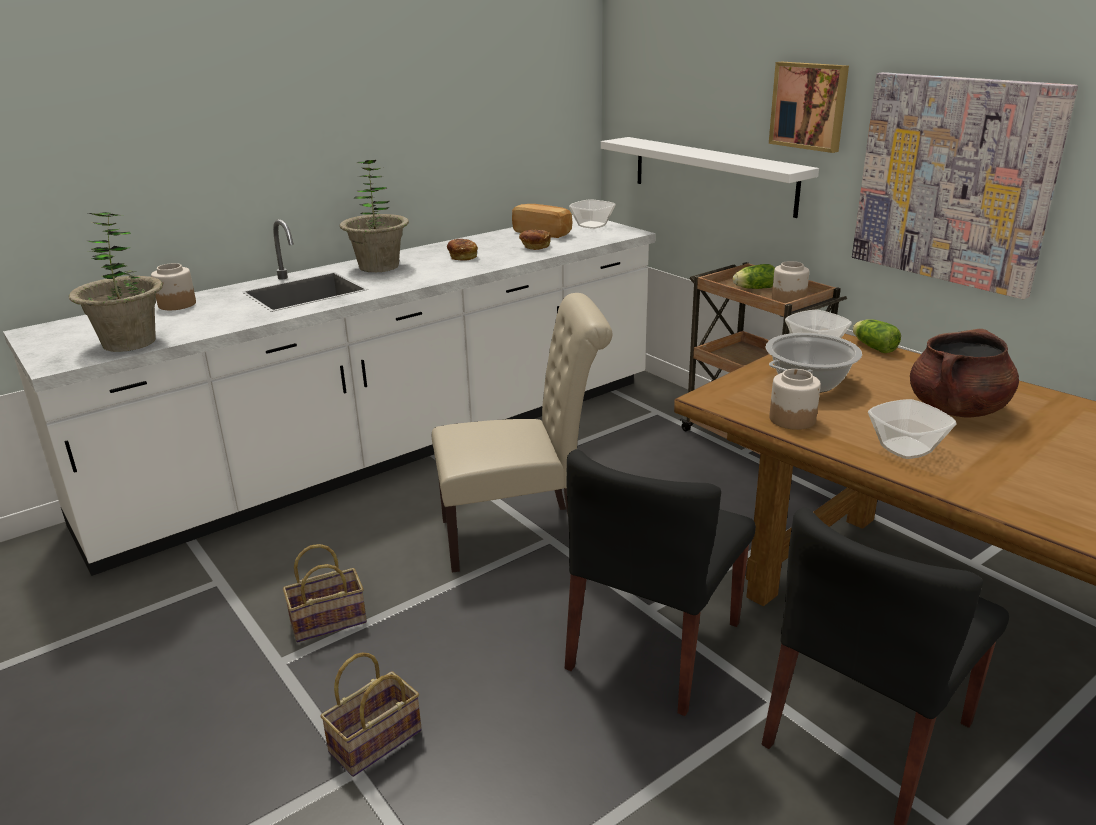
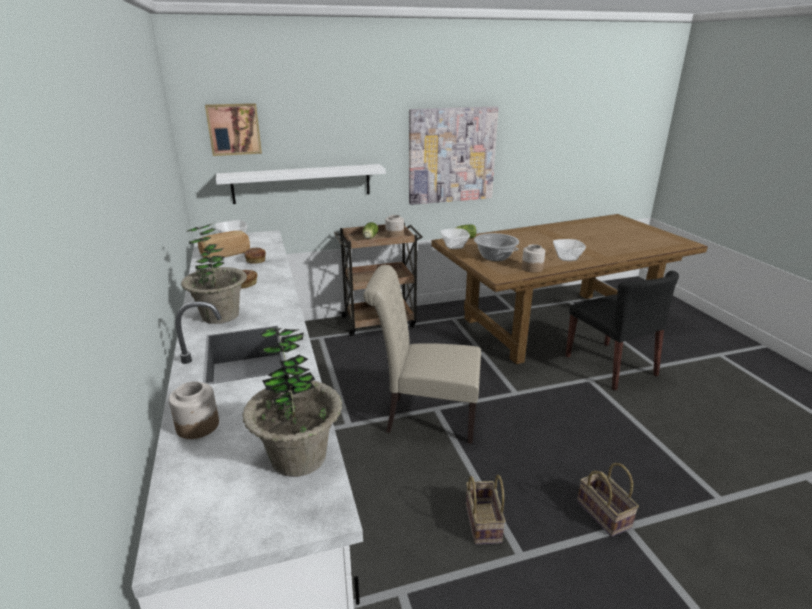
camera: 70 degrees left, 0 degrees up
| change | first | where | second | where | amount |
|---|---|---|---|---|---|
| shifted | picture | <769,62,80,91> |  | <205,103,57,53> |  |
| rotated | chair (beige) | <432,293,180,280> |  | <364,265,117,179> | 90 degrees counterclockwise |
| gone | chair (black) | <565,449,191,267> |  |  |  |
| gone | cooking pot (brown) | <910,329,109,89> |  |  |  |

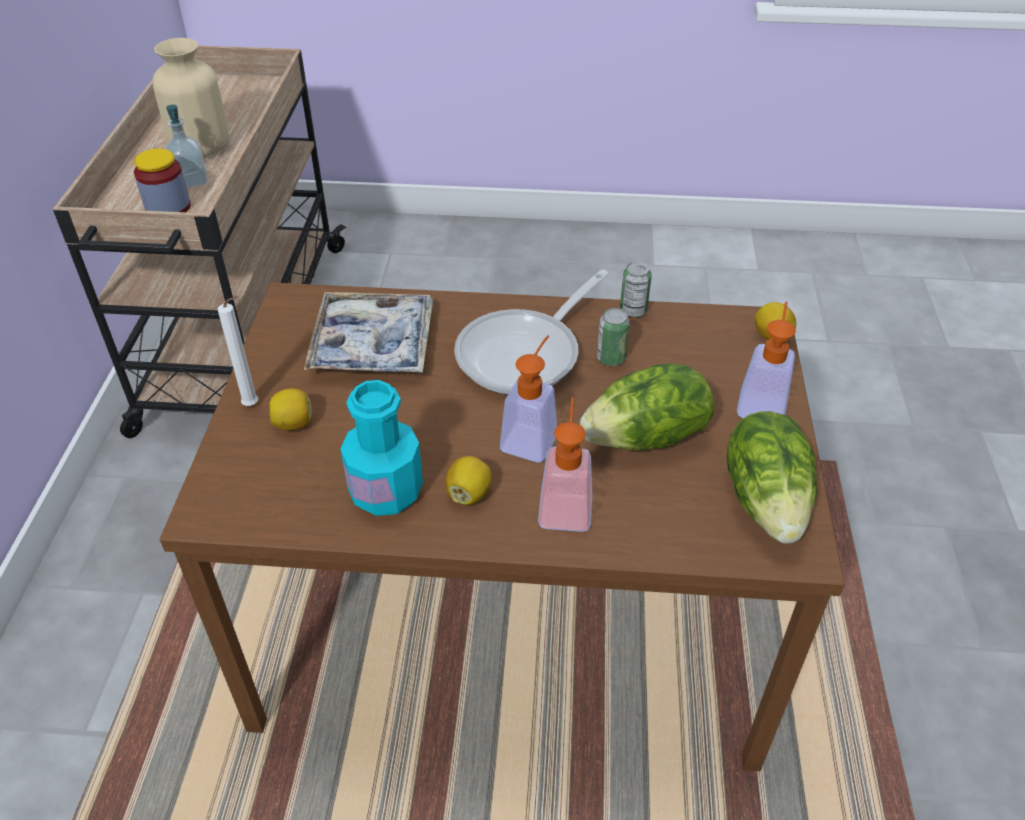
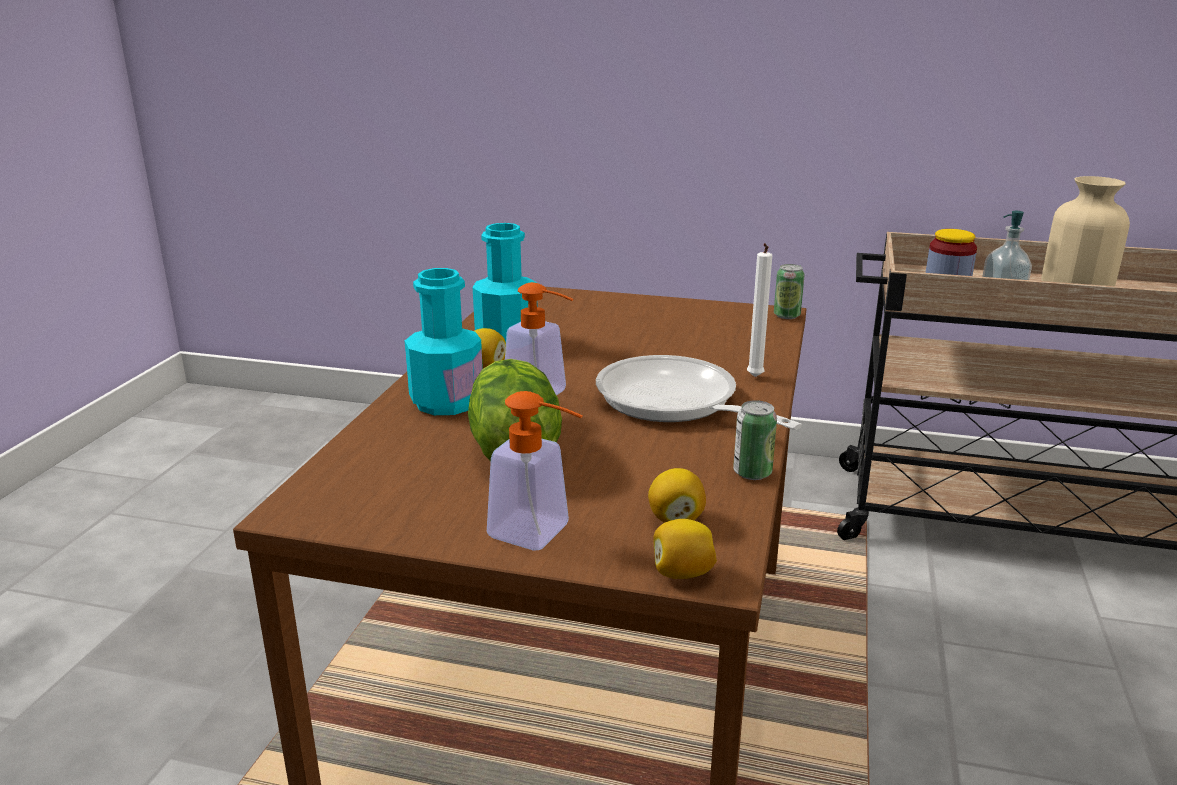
camera: 100 degrees right, 20 degrees down
| change | first | where | second | where | amount |
|---|---|---|---|---|---|
| swapped | soap dispenser | <538,397,54,135> | bottle (turquoise) | <405,268,78,147> |  |
| shifted | lemon | <269,388,43,42> |  | <648,468,58,55> |  |
| shifted | candle (white) | <218,296,40,110> |  | <747,243,25,134> |  |
| shifted | can | <597,308,33,58> |  | <774,264,31,55> |  |
| gone | tray | <304,292,129,81> |  |  |  |
| gone | lettuce | <726,411,91,133> |  |  |  |

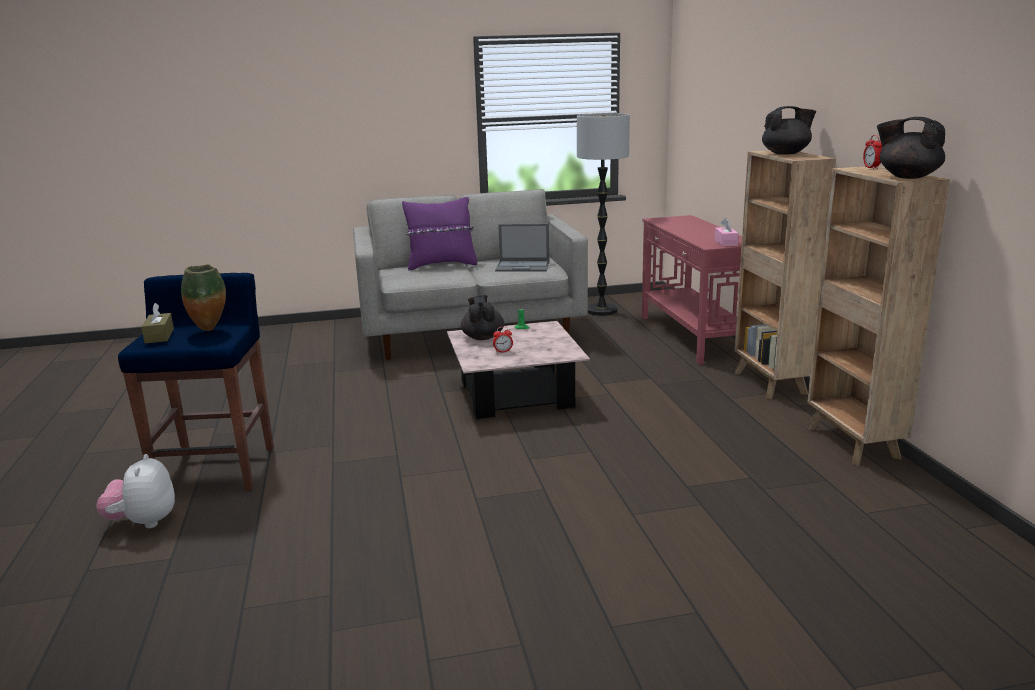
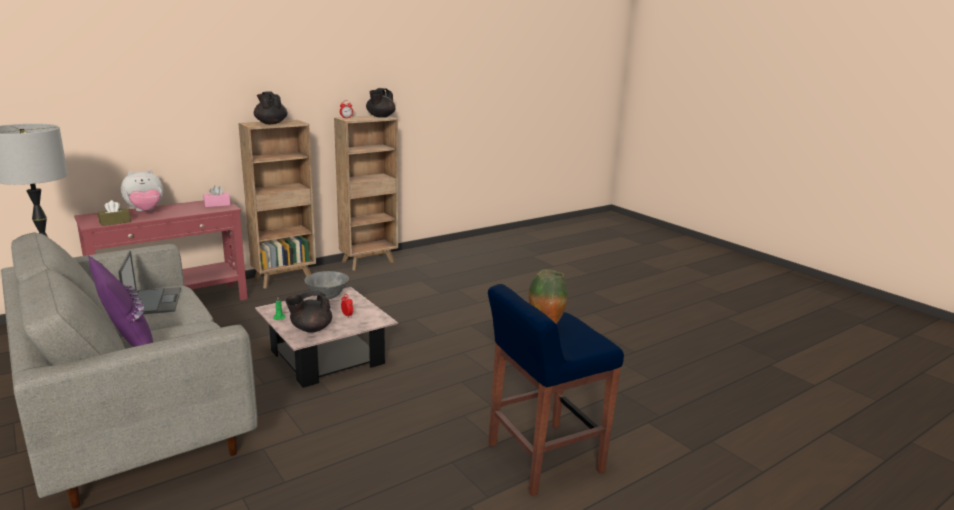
camera: 115 degrees left, 0 degrees up
| change | first | where | second | where | amount |
|---|---|---|---|---|---|
| shifted | tissue box (brown) | <141,303,33,41> |  | <98,200,33,26> |  |
| shifted | plush toy | <96,454,79,74> |  | <121,170,42,41> |  |
| new |  |  | bowl (grey) | <305,271,44,28> |  |

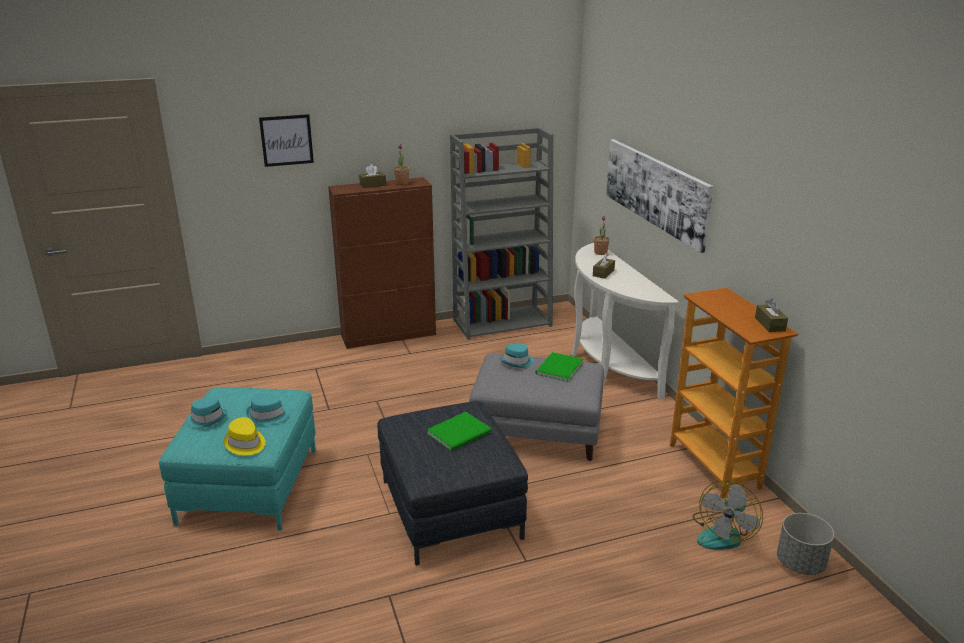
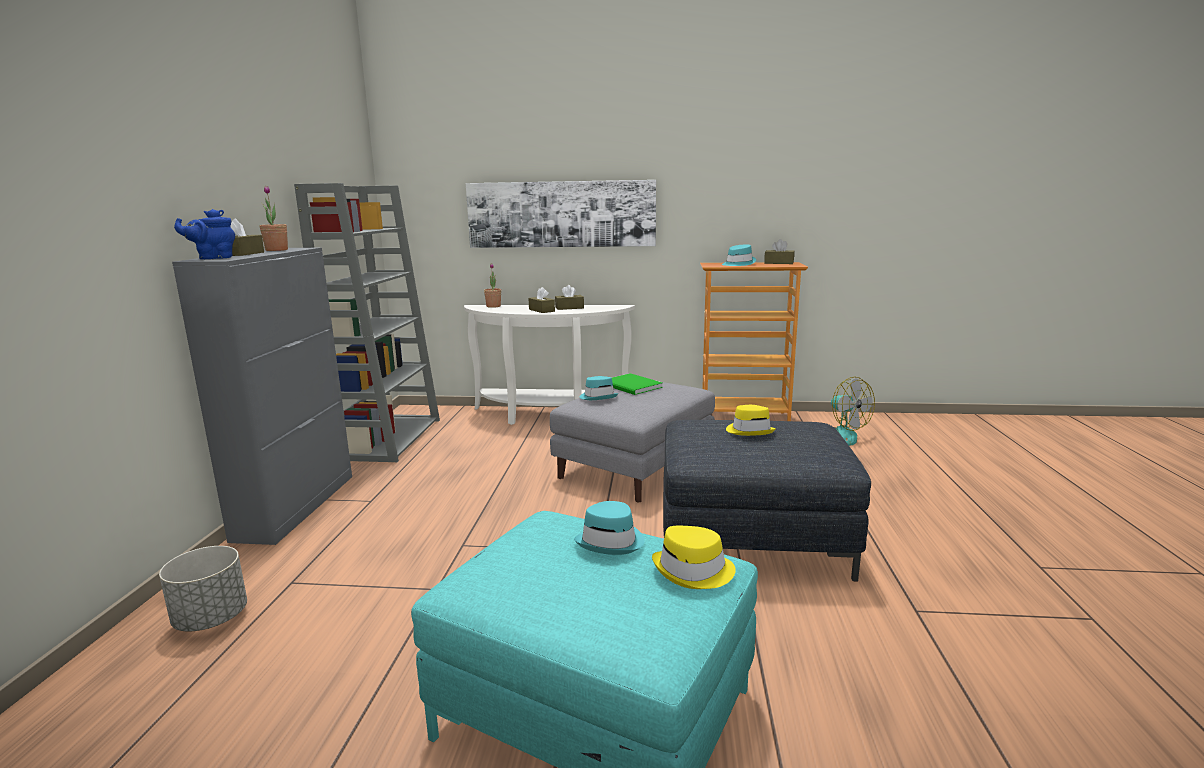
camera: 65 degrees left, 10 degrees down
| change | first | where | second | where | amount |
|---|---|---|---|---|---|
| shifted | planter (grey) | <777,513,57,62> |  | <159,546,88,85> |  |
| repainted | cabinet (brown) | <328,177,108,172> | cabinet (grey) | <172,248,180,297> |  |
| new |  |  | teapot (blue) | <174,209,61,50> |  |
| new |  |  | tissue box (brown) | <555,285,29,25> |  |
| shifted | hat (turquoise) | <186,398,41,30> |  | <722,245,34,21> |  |
| swapped | book (green) | <427,412,64,39> | hat (yellow) | <726,405,50,31> |  |
| gone | picture | <259,114,55,53> |  |  |  |

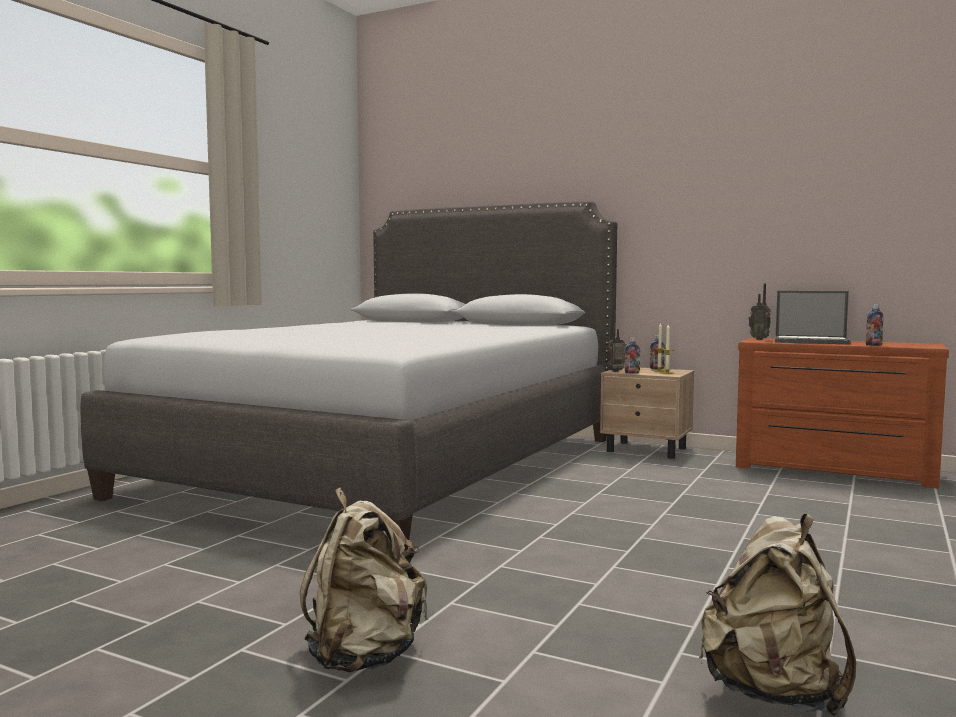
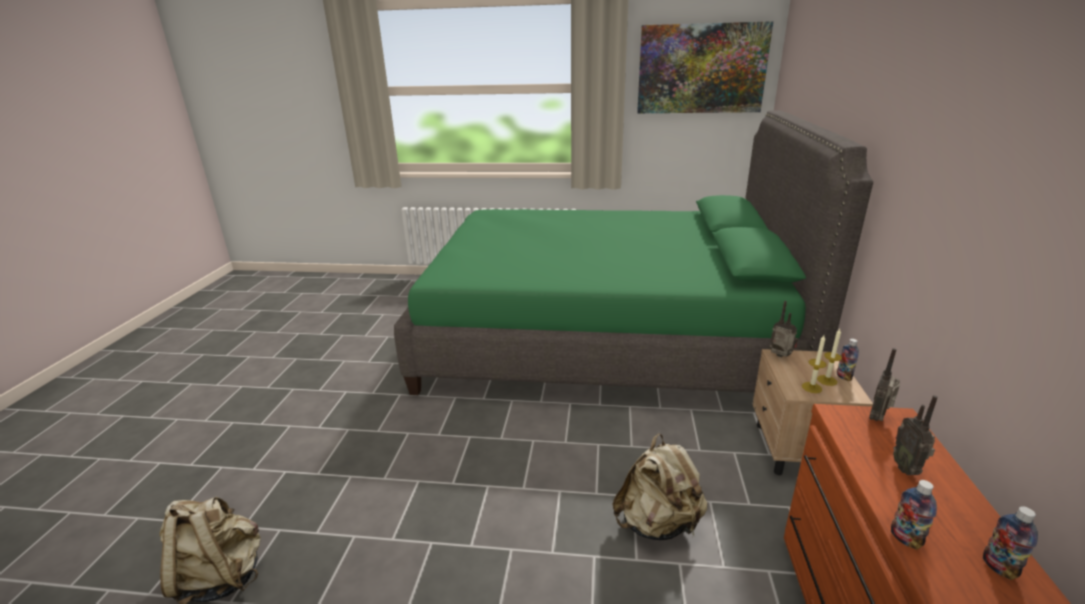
camera: 70 degrees right, 20 degrees up
| change | first | where | second | where | amount |
|---|---|---|---|---|---|
| repainted | bed (grey) | <81,201,537,349> | bed (green) | <394,110,479,285> |  |
| shifted | backpack (beige) | <300,488,128,184> |  | <613,433,94,107> |  |
| new |  |  | picture | <637,21,136,92> |  |
| swapped | laptop | <775,291,76,53> | radio | <893,395,45,80> |  |
| shifted | bottle | <624,338,16,36> |  | <983,506,55,74> |  |

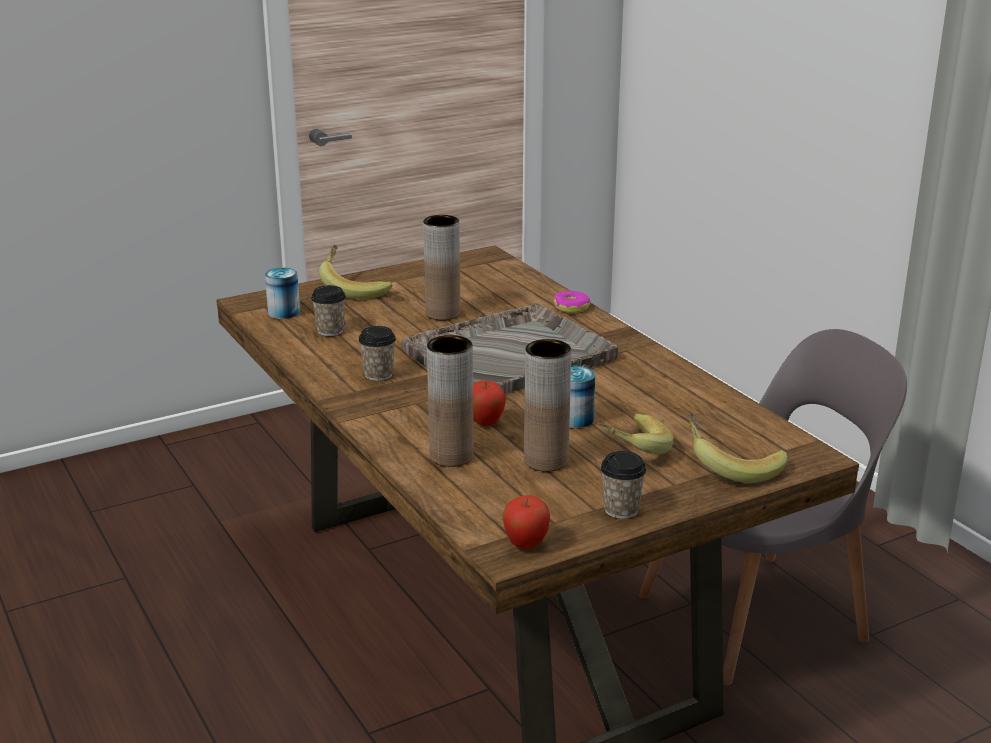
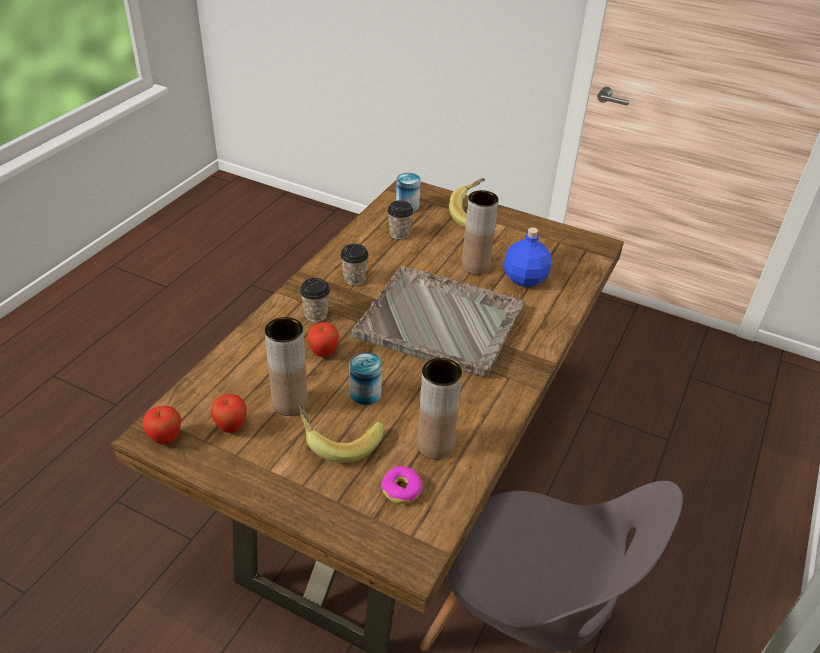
camera: 55 degrees right, 15 degrees up
| change | first | where | second | where | amount |
|---|---|---|---|---|---|
| new |  |  | apple | <211,394,36,39> |  |
| shifted | cup | <601,451,45,68> |  | <300,278,30,44> |  |
| shifted | donut | <554,291,37,22> |  | <382,466,40,38> |  |
| shifted | vase (brown) | <427,335,47,132> |  | <417,358,45,101> |  |
| new |  |  | bottle (blue) | <504,228,47,59> |  |
| gone | banana | <689,413,98,70> |  |  |  |

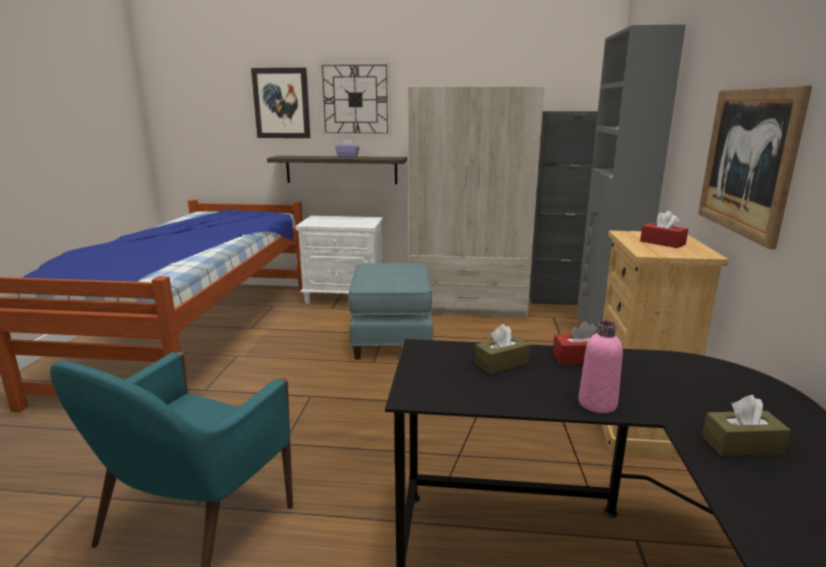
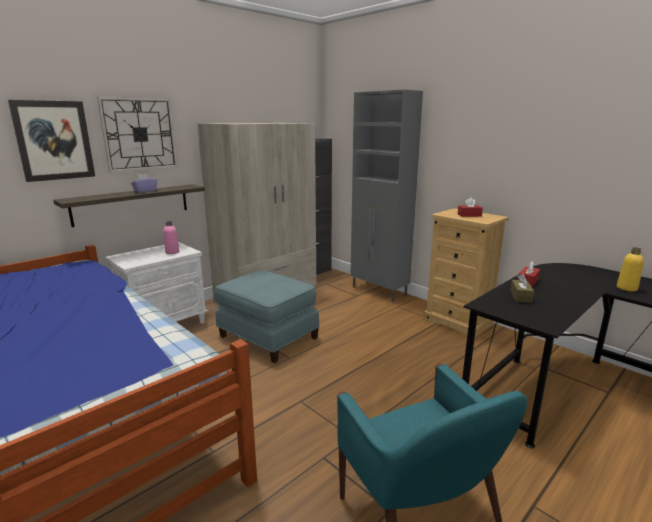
camera: 50 degrees left, 0 degrees up
| change | first | where | second | where | amount |
|---|---|---|---|---|---|
| shifted | bottle (pink) | <578,321,45,92> |  | <163,221,16,33> |  |
| swapped | tissue box (brown) | <702,395,89,61> | bottle (yellow) | <617,247,27,44> |  |
| gone | picture | <698,86,114,163> |  |  |  |

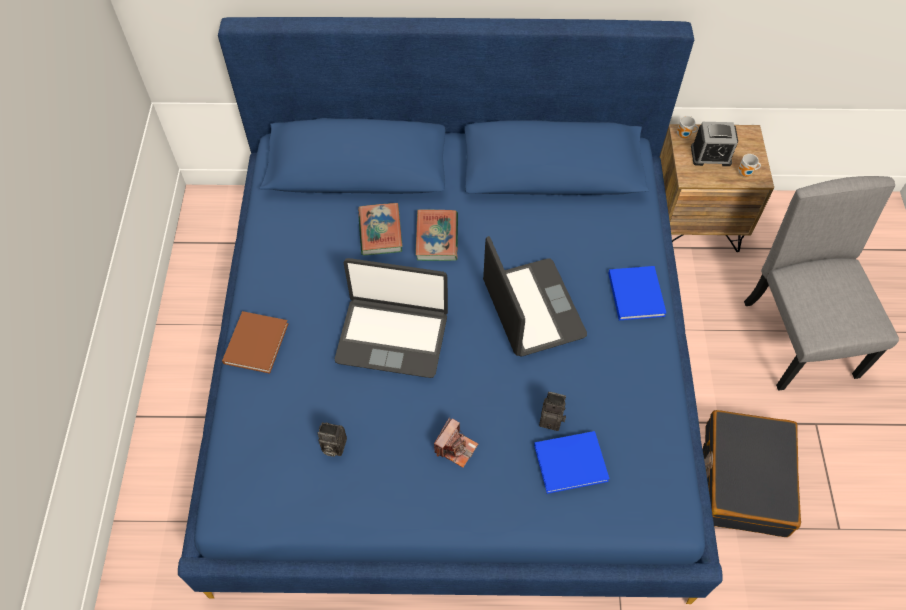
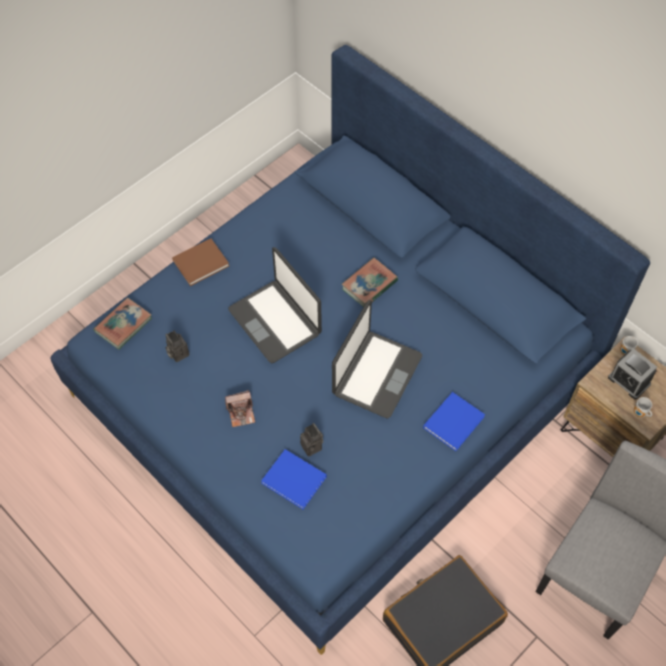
camera: 45 degrees right, 0 degrees up
| change | first | where | second | where | amount |
|---|---|---|---|---|---|
| shifted | book | <358,203,45,52> |  | <93,297,59,53> |  |

